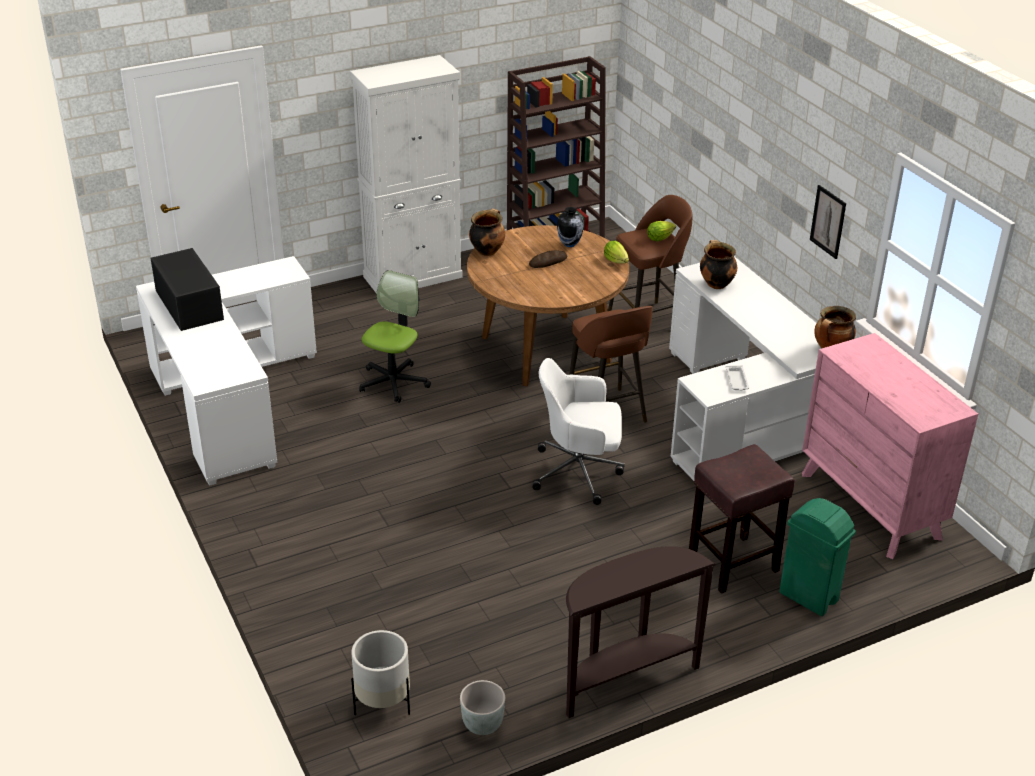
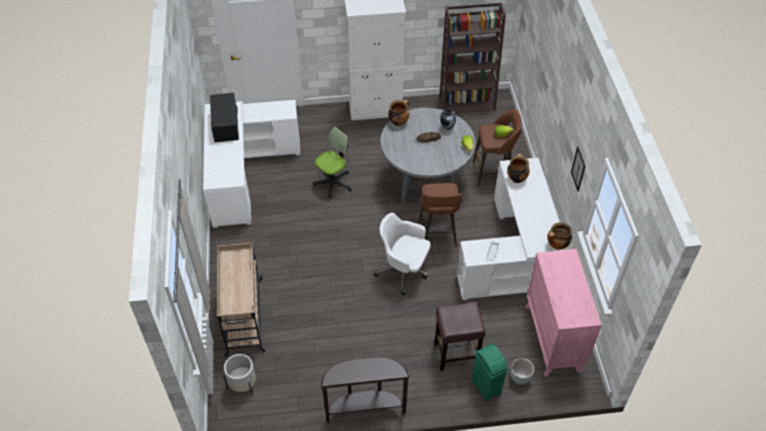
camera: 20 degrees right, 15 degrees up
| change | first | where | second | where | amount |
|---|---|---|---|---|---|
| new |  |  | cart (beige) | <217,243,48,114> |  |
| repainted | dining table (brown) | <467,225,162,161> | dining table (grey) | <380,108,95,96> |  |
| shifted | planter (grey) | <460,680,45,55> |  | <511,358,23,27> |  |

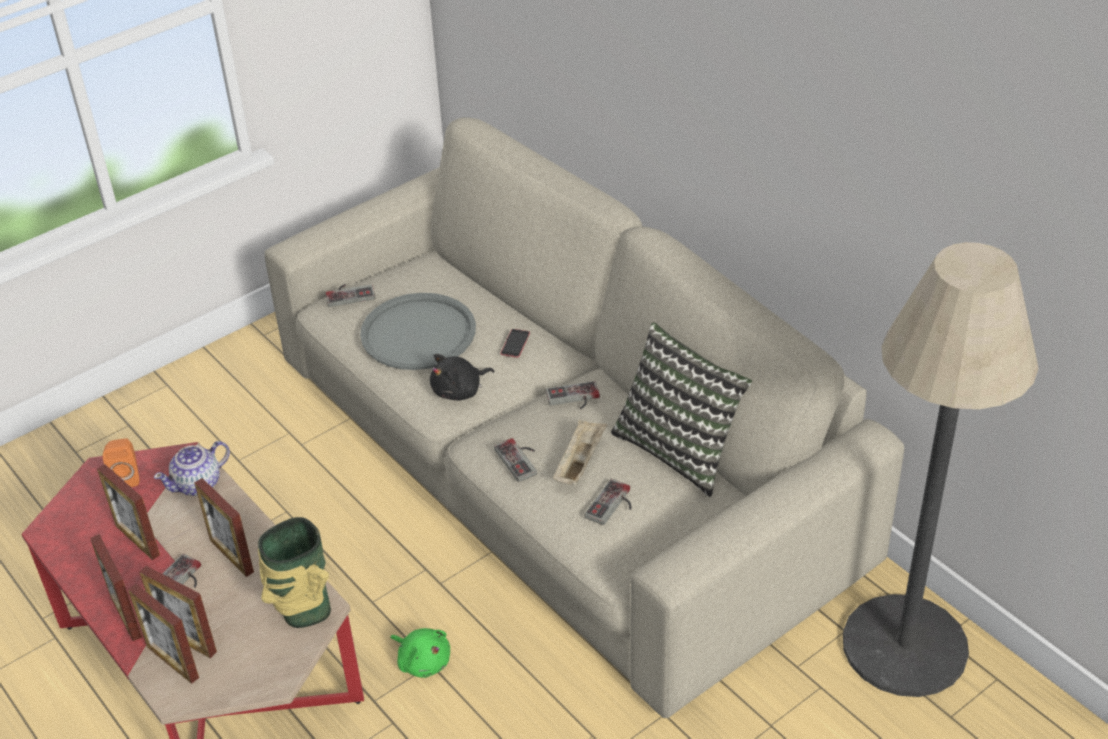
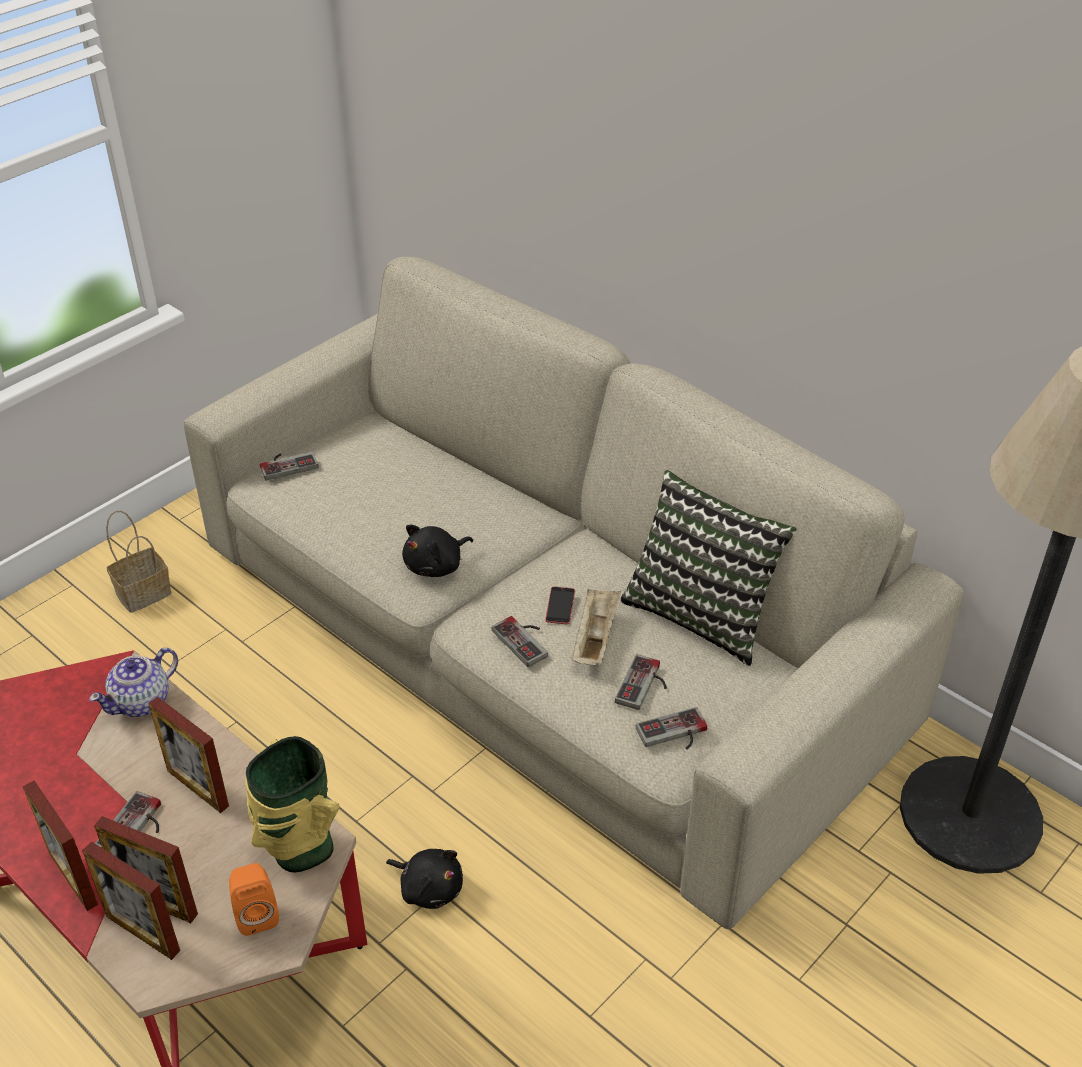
camera: 10 degrees left, 0 degrees up
| change | first | where | second | where | amount |
|---|---|---|---|---|---|
| new |  |  | basket | <106,511,66,102> |  |
| shifted | speaker (orange) | <103,438,36,49> |  | <229,863,50,73> |  |
| repainted | plush toy (green) | <390,628,60,50> | plush toy (black) | <386,849,77,60> |  |
| shifted | phone | <500,329,30,29> |  | <545,587,30,37> |  |
| shifted | game controller | <546,381,54,28> |  | <636,707,71,42> |  |
| gone | picture frame | <97,464,63,96> |  |  |  |
| gone | tray (grey) | <360,293,116,77> |  |  |  |

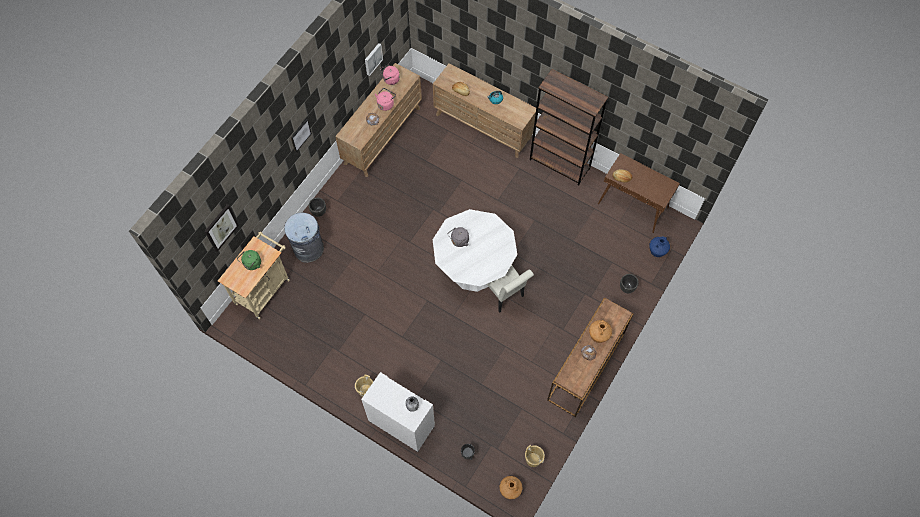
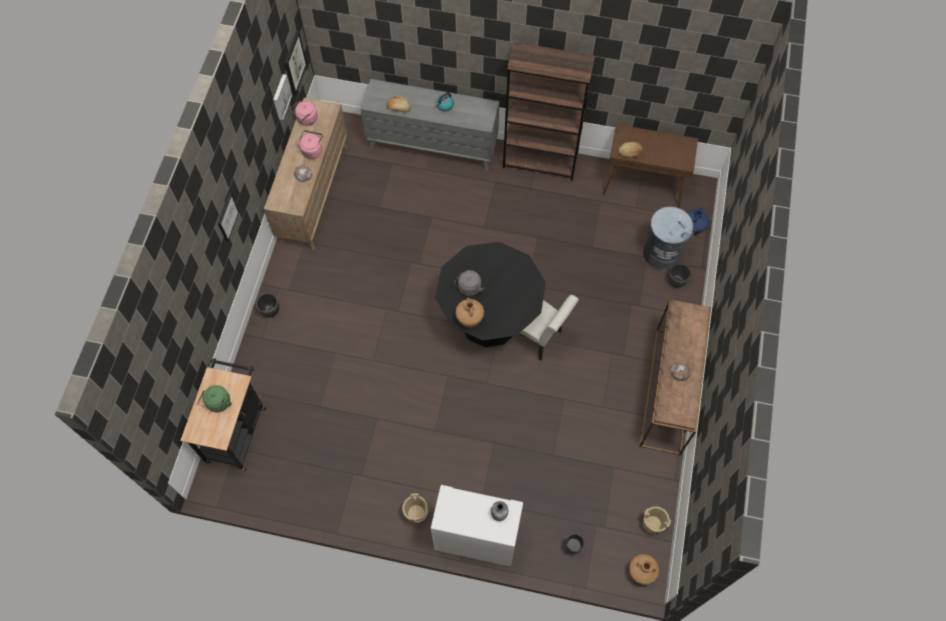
camera: 20 degrees left, 0 degrees up
| change | first | where | second | where | amount |
|---|---|---|---|---|---|
| repainted | cart (beige) | <218,232,72,87> | cart (black) | <180,358,86,113> |  |
| shifted | picture | <204,204,35,48> |  | <284,31,23,65> |  |
| repainted | dresser (brown) | <433,63,103,95> | dresser (grey) | <361,79,139,92> |  |
| repainted | dining table (white) | <433,209,84,83> | dining table (black) | <435,242,111,105> |  |
| shifted | vase (brown) | <589,320,23,23> |  | <455,297,29,31> |  |
| shifted | trash can (grey) | <284,212,40,51> |  | <643,207,53,64> |  |

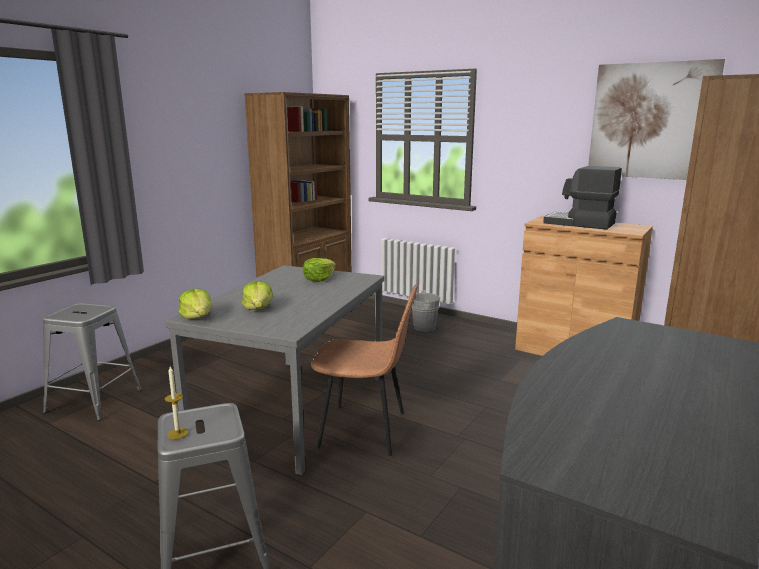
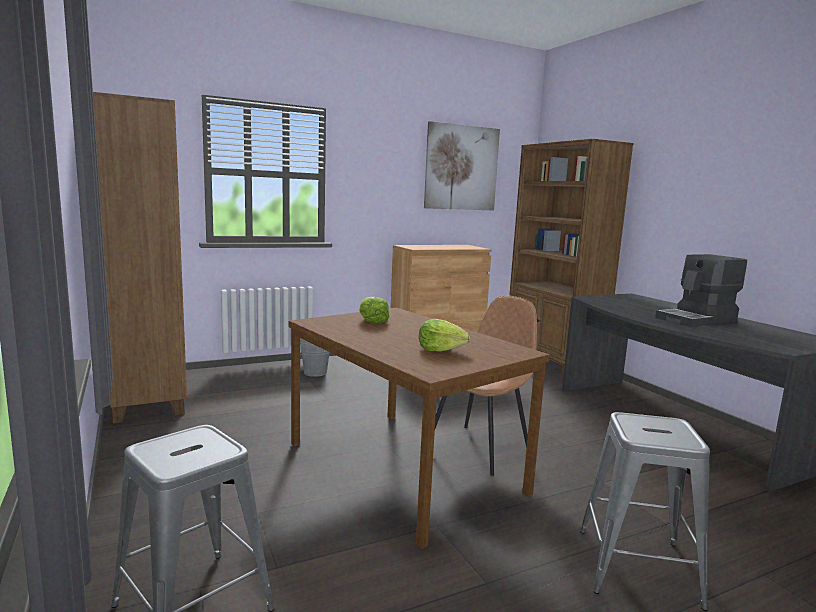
camera: 60 degrees left, 5 degrees down
| change | first | where | second | where | amount |
|---|---|---|---|---|---|
| repainted | dining table (grey) | <165,265,219,210> | dining table (brown) | <289,308,261,241> |  |
| shifted | coffee machine | <543,166,79,64> |  | <655,254,92,73> |  |
| gone | candle | <165,366,24,73> |  |  |  |
| gone | lettuce | <179,289,33,30> |  |  |  |

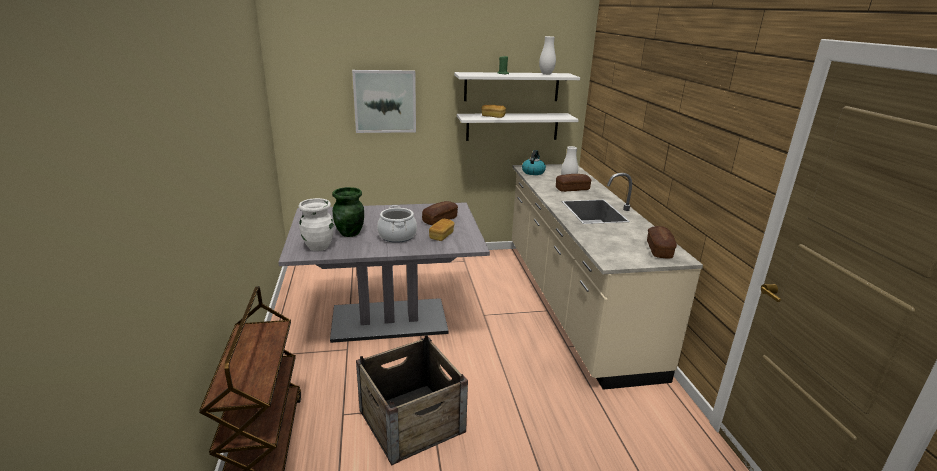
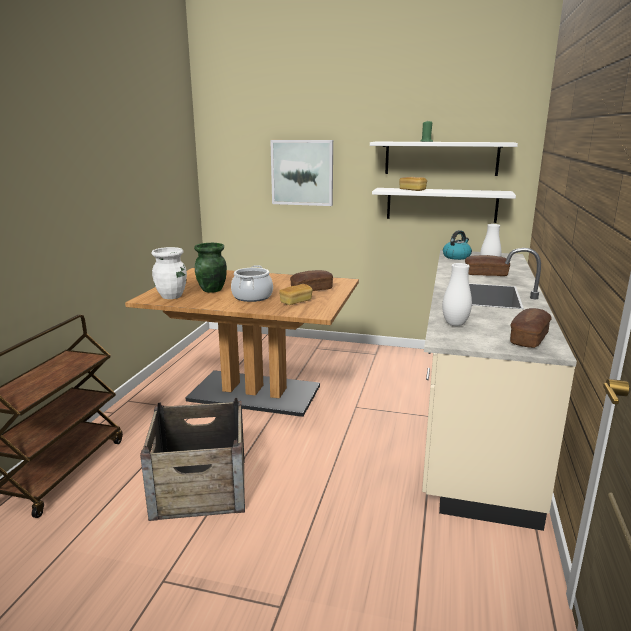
camera: 25 degrees right, 5 degrees down
| change | first | where | second | where | amount |
|---|---|---|---|---|---|
| repainted | dining table (grey) | <278,202,212,141> | dining table (brown) | <125,268,234,149> |  |
| shifted | vase (white) | <539,36,17,39> |  | <442,263,30,63> |  |

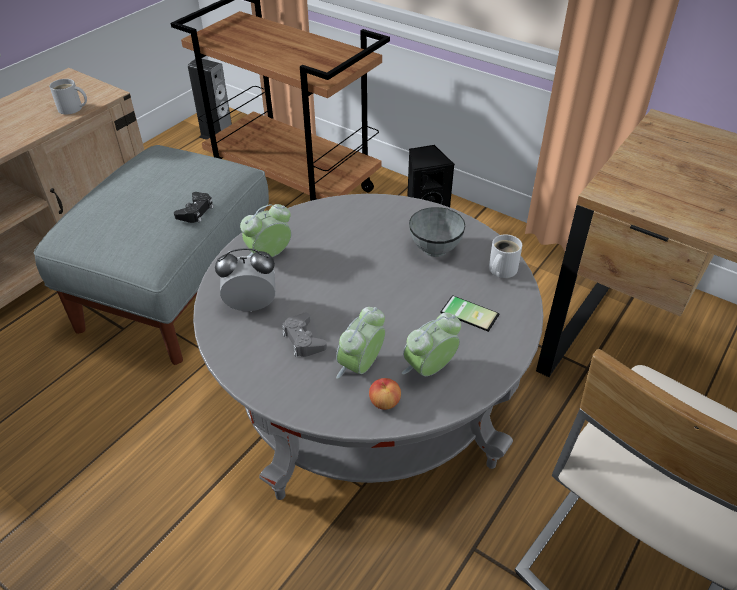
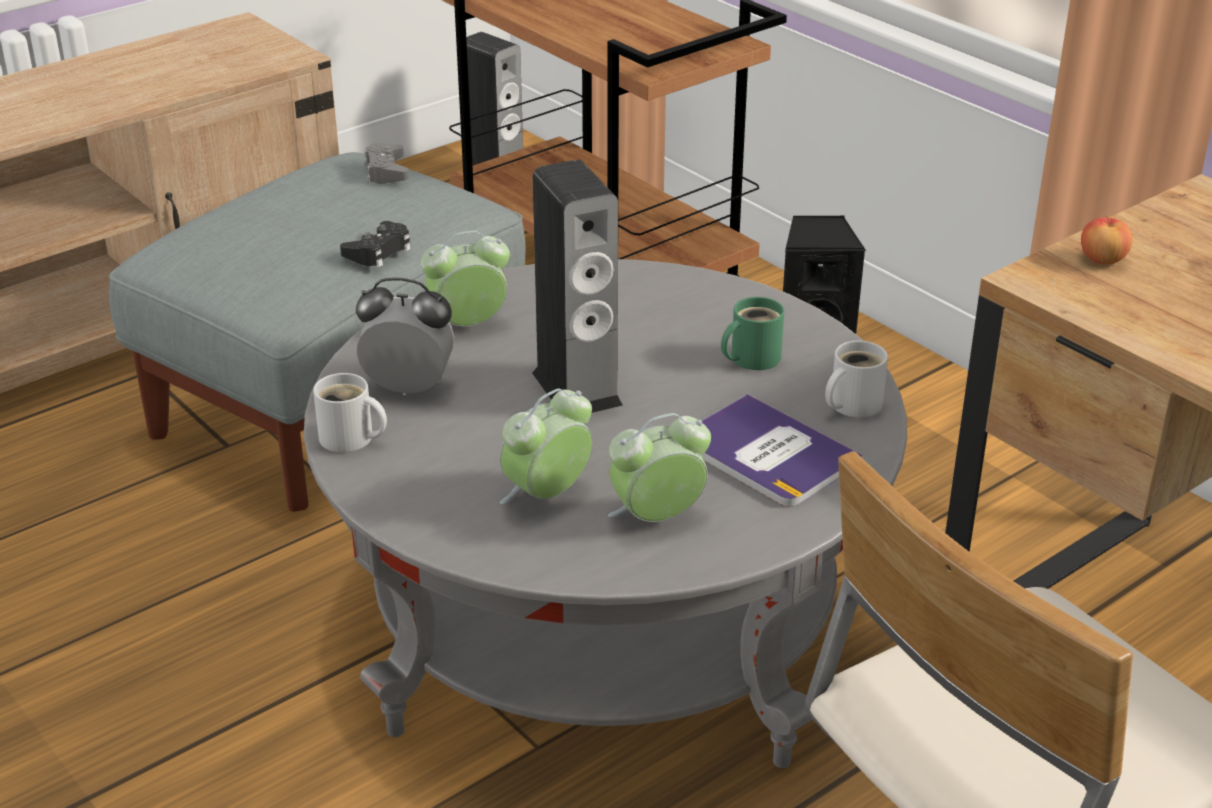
camera: 15 degrees right, 10 degrees down
| change | first | where | second | where | amount |
|---|---|---|---|---|---|
| shifted | mug (white) | <49,79,38,35> |  | <313,373,74,79> |  |
| shifted | game controller (grey) | <282,313,45,44> |  | <364,143,45,41> |  |
| new |  |  | speaker | <532,160,91,253> |  |
| swapped | phone | <440,295,60,37> | book | <700,394,163,113> |  |
| swapped | bowl (grey) | <409,207,56,50> | mug (green) | <721,297,63,73> |  |
| shifted | apple | <369,378,32,32> |  | <1081,215,52,50> |  |

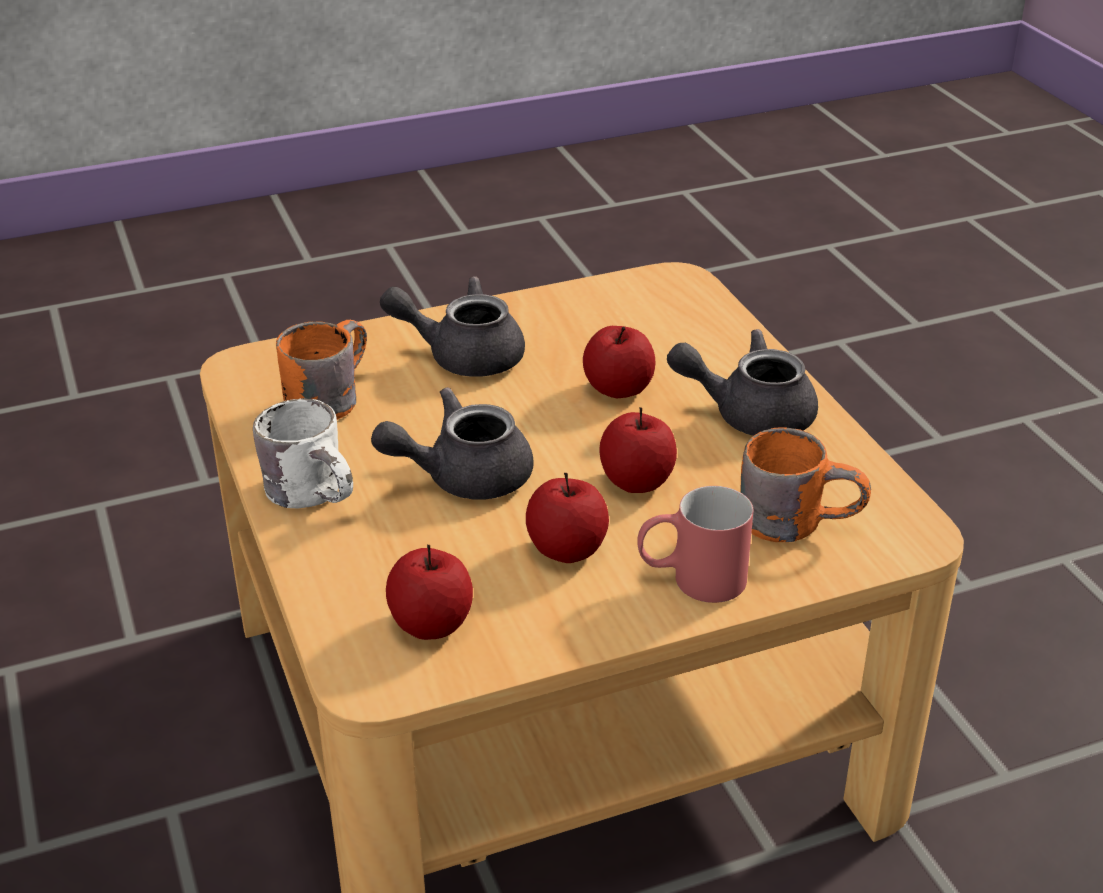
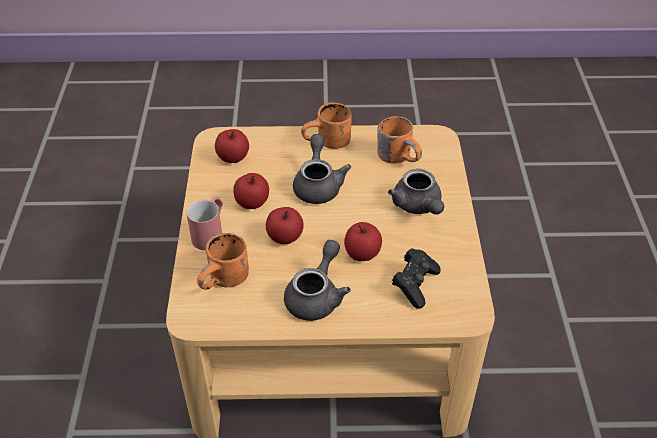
camera: 110 degrees right, 10 degrees up
| change | first | where | second | where | amount |
|---|---|---|---|---|---|
| repainted | mug (white) | <253,398,100,110> | mug (orange) | <301,102,51,47> |  |
| rotated | teapot (grey) | <380,276,145,101> |  | <388,169,56,46> | 135 degrees clockwise |
| new |  |  | game controller (black) | <392,248,49,61> |  |

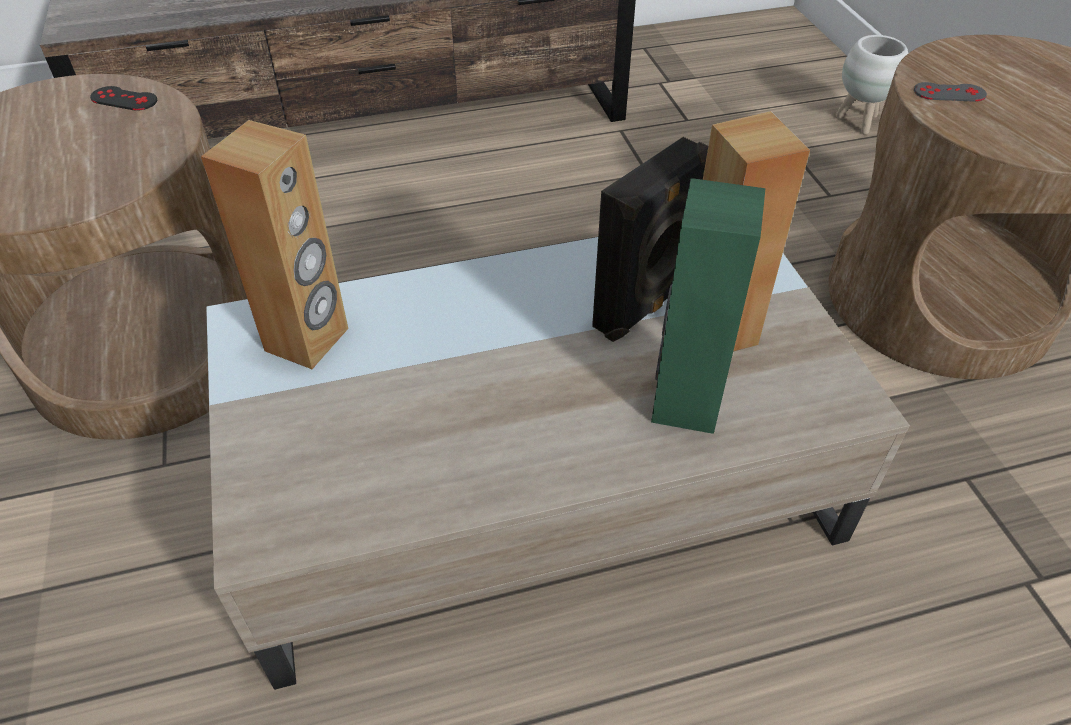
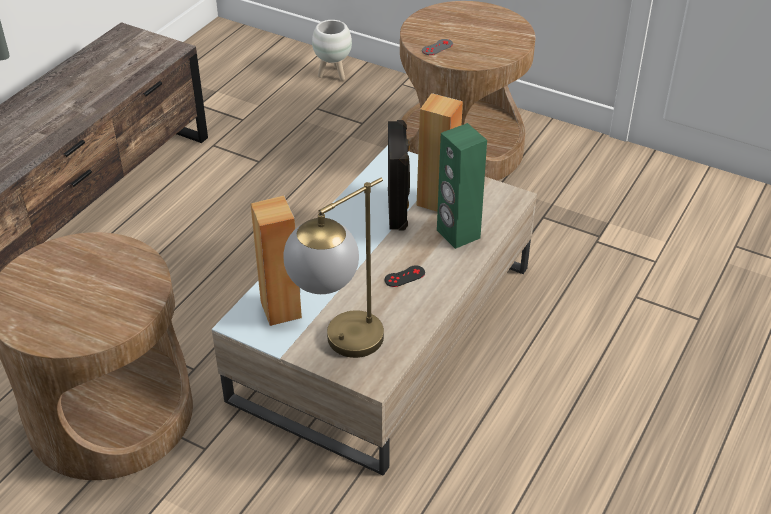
camera: 45 degrees left, 5 degrees down
| change | first | where | second | where | amount |
|---|---|---|---|---|---|
| new |  |  | table lamp | <283,178,101,180> |  |
| shifted | game controller (black) | <90,86,67,25> |  | <385,266,40,21> |  |

